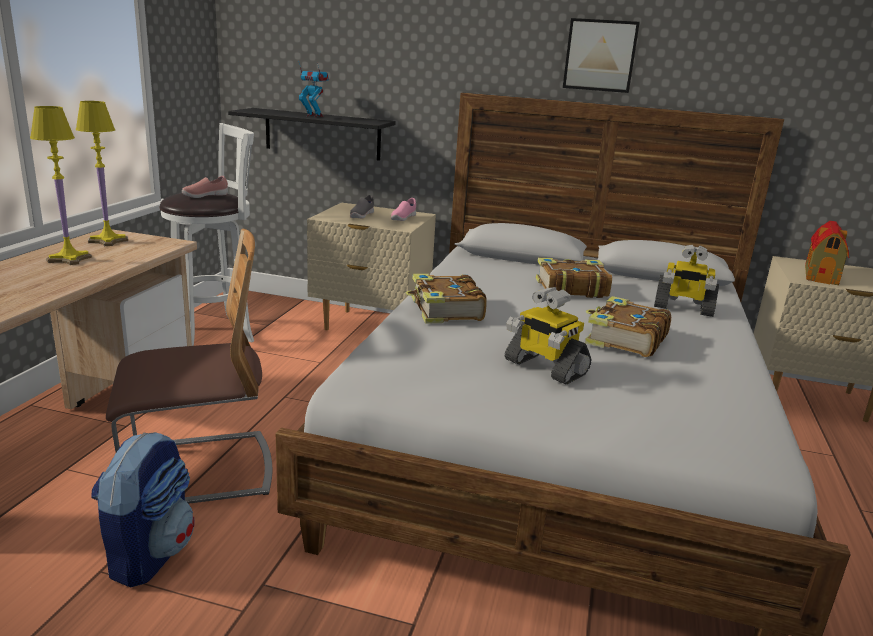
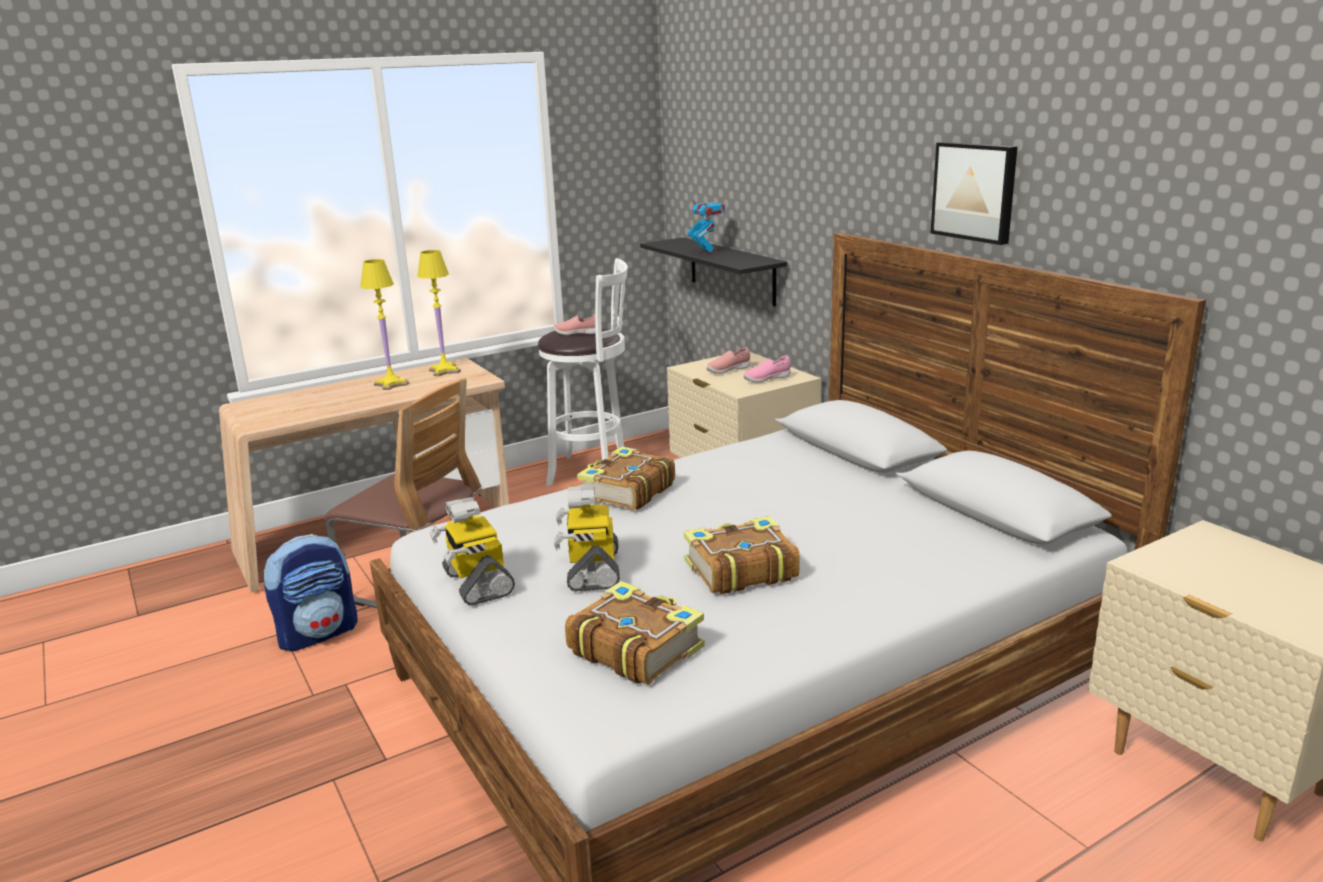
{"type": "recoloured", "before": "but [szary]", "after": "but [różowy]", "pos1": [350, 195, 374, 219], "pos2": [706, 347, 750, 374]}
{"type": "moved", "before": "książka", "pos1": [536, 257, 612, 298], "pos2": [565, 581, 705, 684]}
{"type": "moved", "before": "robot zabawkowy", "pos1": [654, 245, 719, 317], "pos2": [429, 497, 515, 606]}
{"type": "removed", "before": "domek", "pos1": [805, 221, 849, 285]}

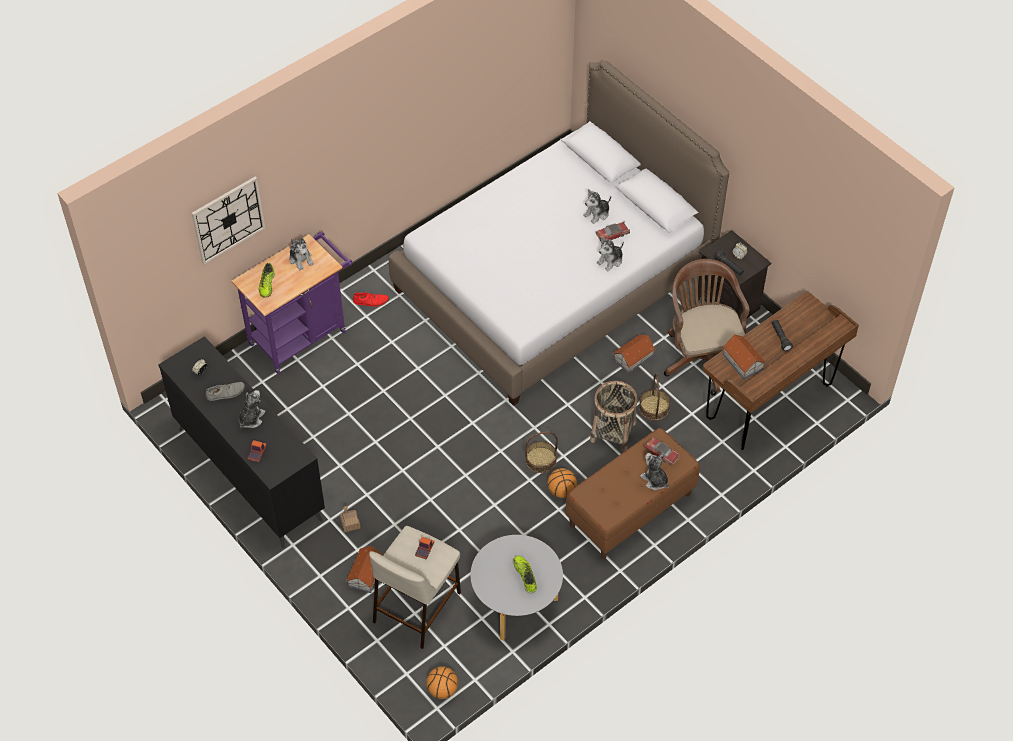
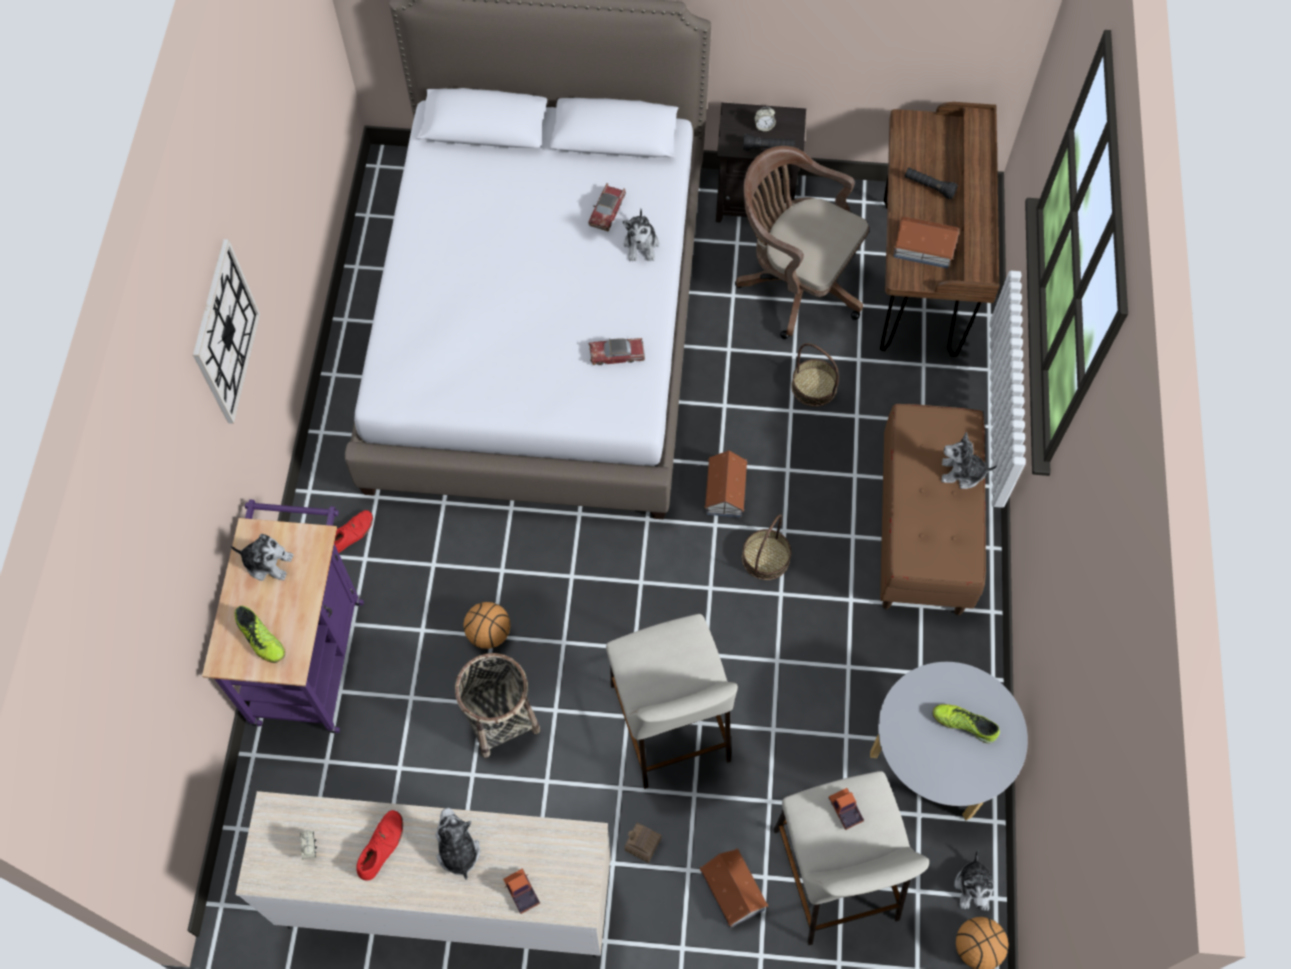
{"type": "recoloured", "before": "komoda [czarny]", "after": "komoda [beżowy]", "pos1": [158, 336, 325, 548], "pos2": [236, 791, 611, 958]}
{"type": "moved", "before": "zegar ścienny", "pos1": [192, 176, 265, 265], "pos2": [193, 239, 260, 424]}
{"type": "recoloured", "before": "but [szary]", "after": "but [czerwony]", "pos1": [206, 382, 245, 401], "pos2": [356, 810, 403, 881]}
{"type": "moved", "before": "piłka do koszykówki", "pos1": [547, 468, 577, 498], "pos2": [464, 602, 511, 649]}
{"type": "moved", "before": "pluszak", "pos1": [583, 189, 611, 224], "pos2": [954, 850, 994, 911]}
{"type": "moved", "before": "koszyk", "pos1": [590, 381, 638, 451], "pos2": [455, 653, 540, 758]}
{"type": "moved", "before": "domek", "pos1": [613, 335, 655, 373], "pos2": [704, 450, 748, 518]}
{"type": "moved", "before": "samochodzik", "pos1": [644, 436, 680, 466], "pos2": [589, 338, 645, 365]}
{"type": "added", "after": "stołek [beżowy]", "pos2": [606, 614, 738, 789]}

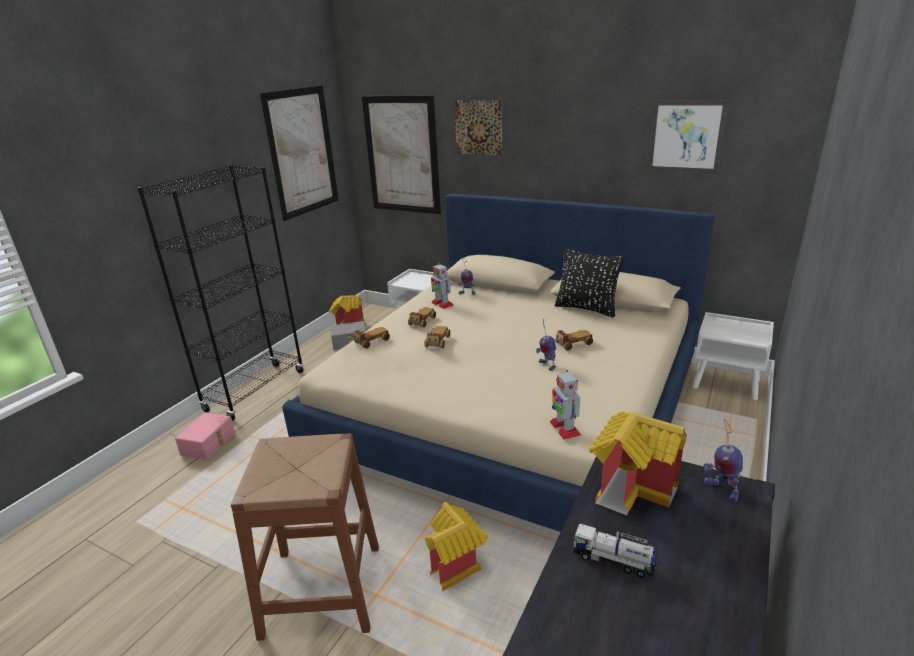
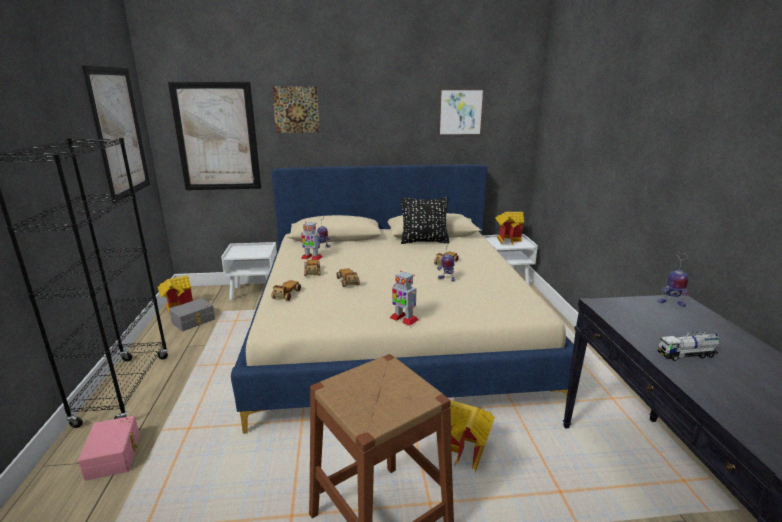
{"type": "moved", "before": "robot zabawkowy", "pos1": [550, 370, 581, 440], "pos2": [390, 270, 419, 326]}
{"type": "moved", "before": "domek", "pos1": [589, 412, 687, 515], "pos2": [495, 212, 524, 245]}

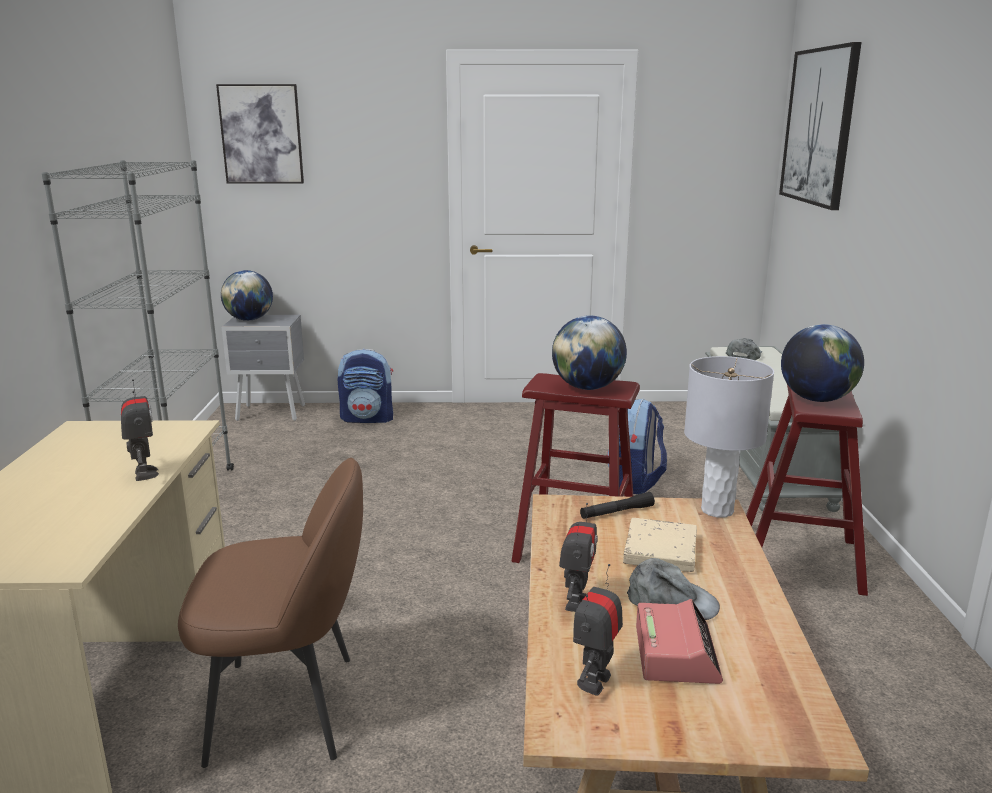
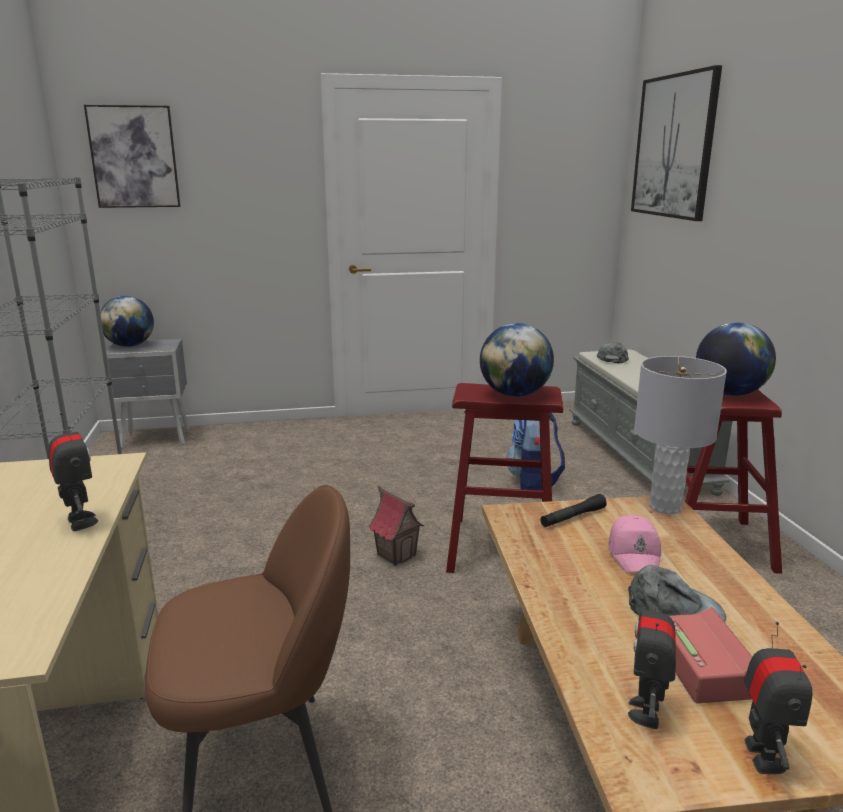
{"type": "removed", "before": "plecak", "pos1": [338, 349, 393, 423]}
{"type": "moved", "before": "robot zabawkowy", "pos1": [559, 503, 598, 612], "pos2": [744, 622, 813, 774]}
{"type": "replaced", "before": "książka [beżowy]", "after": "czapka z daszkiem [różowy]", "pos1": [623, 518, 697, 572], "pos2": [608, 515, 662, 572]}
{"type": "added", "after": "domek", "pos2": [368, 486, 424, 566]}

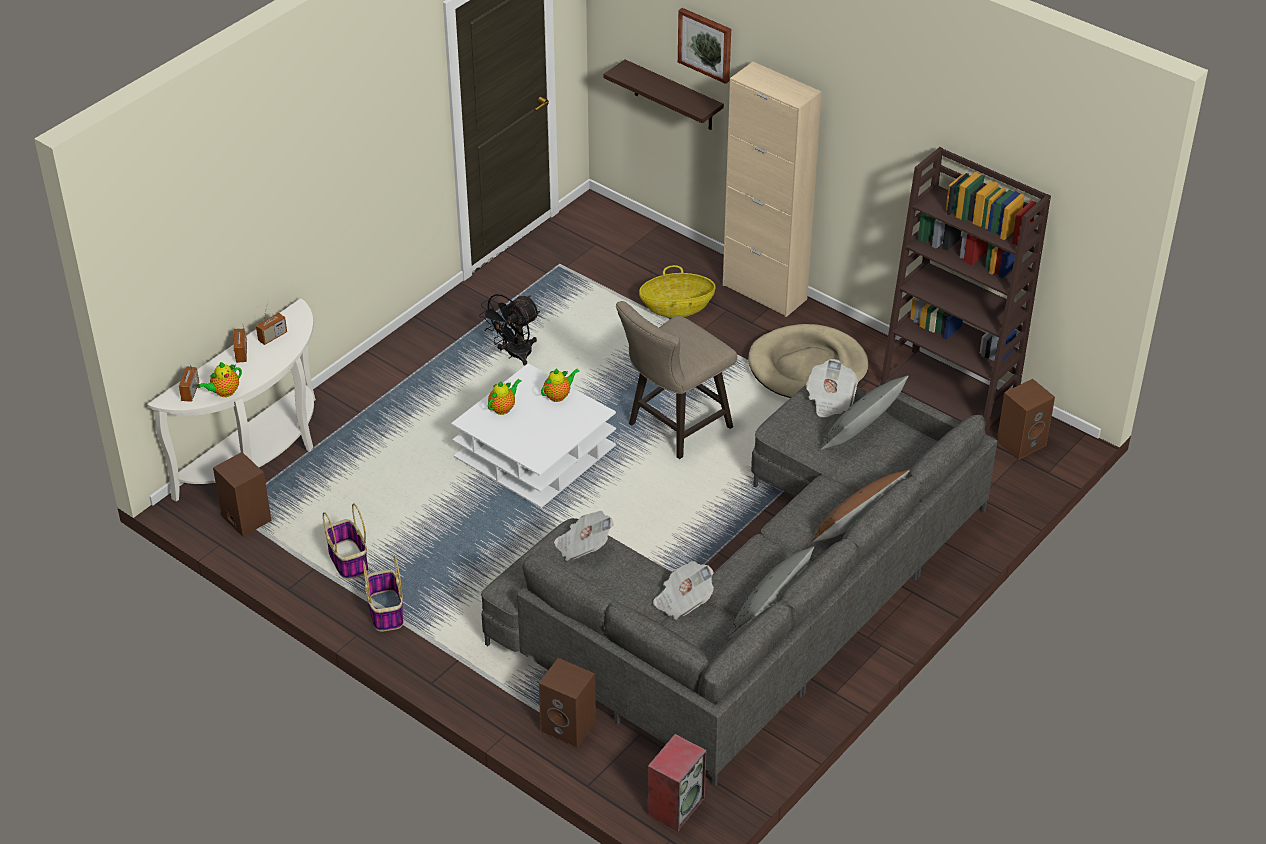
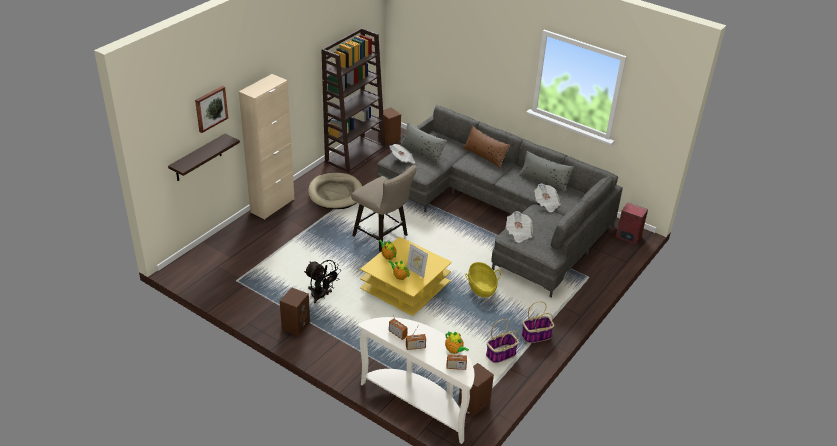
{"type": "recoloured", "before": "ława [biały]", "after": "ława [żółty]", "pos1": [451, 363, 616, 508], "pos2": [360, 237, 452, 316]}
{"type": "moved", "before": "głośnik [brązowy]", "pos1": [539, 658, 596, 748], "pos2": [280, 288, 310, 336]}
{"type": "moved", "before": "koszyk", "pos1": [639, 265, 716, 318], "pos2": [465, 262, 501, 298]}
{"type": "added", "after": "ramka na zdjęcie", "pos2": [407, 244, 428, 278]}

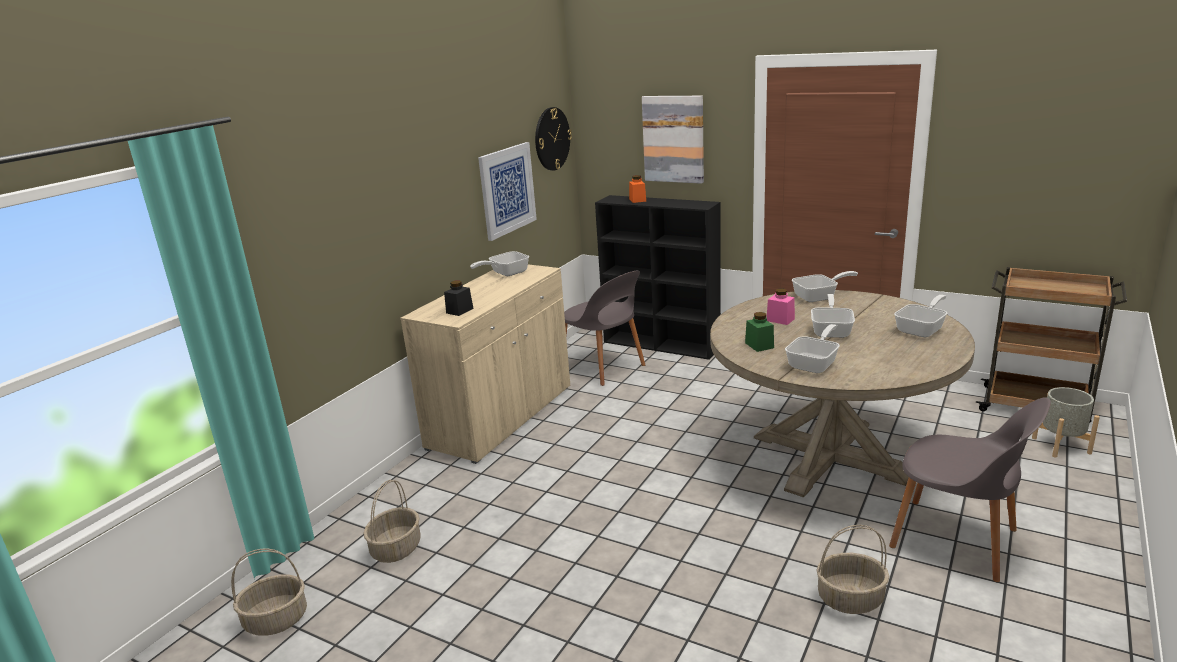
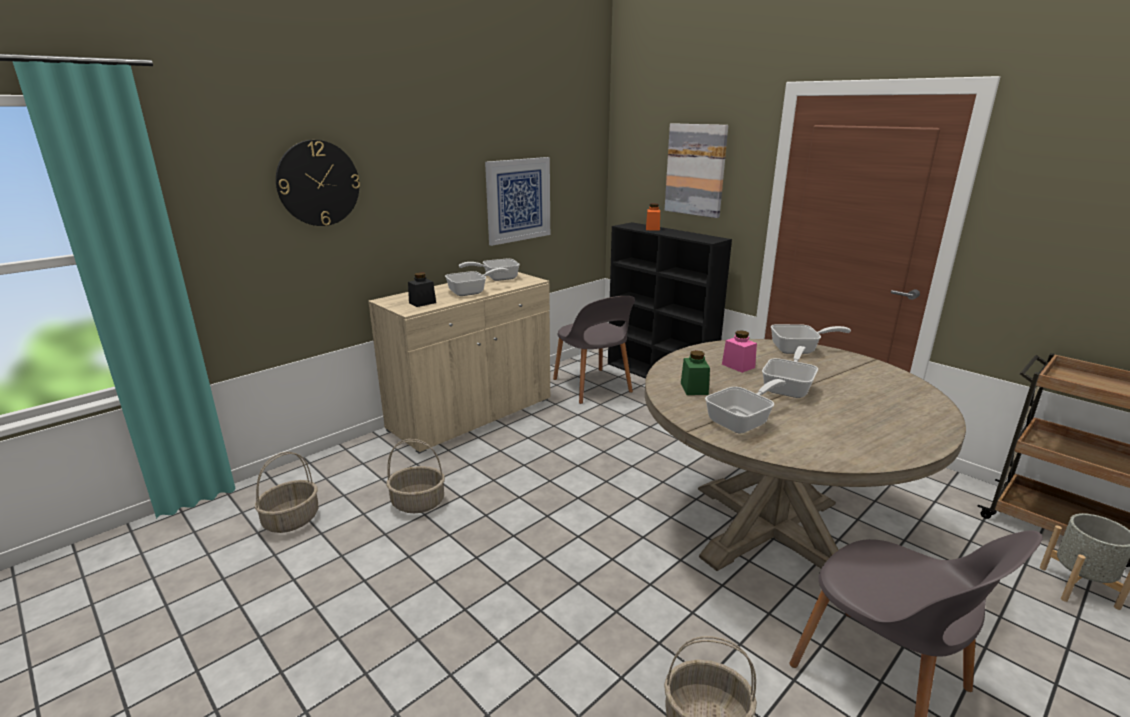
{"type": "moved", "before": "koszyk", "pos1": [231, 549, 307, 636], "pos2": [386, 439, 445, 513]}
{"type": "moved", "before": "zegar ścienny", "pos1": [535, 107, 572, 171], "pos2": [276, 140, 360, 226]}
{"type": "moved", "before": "patelnia", "pos1": [894, 295, 947, 337], "pos2": [445, 268, 509, 296]}

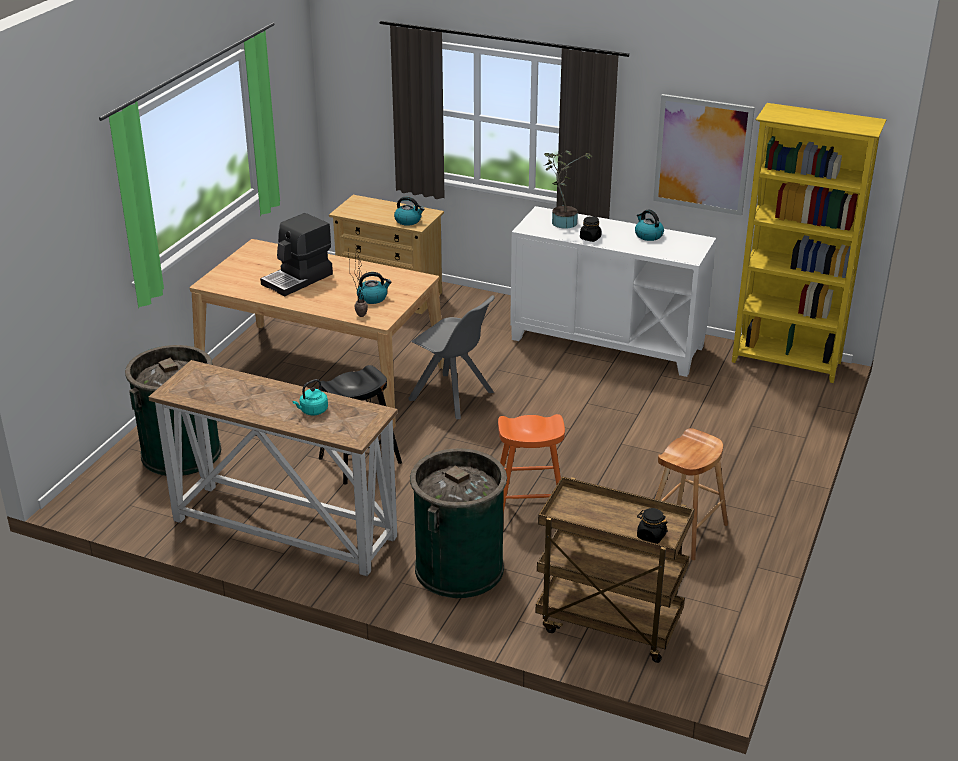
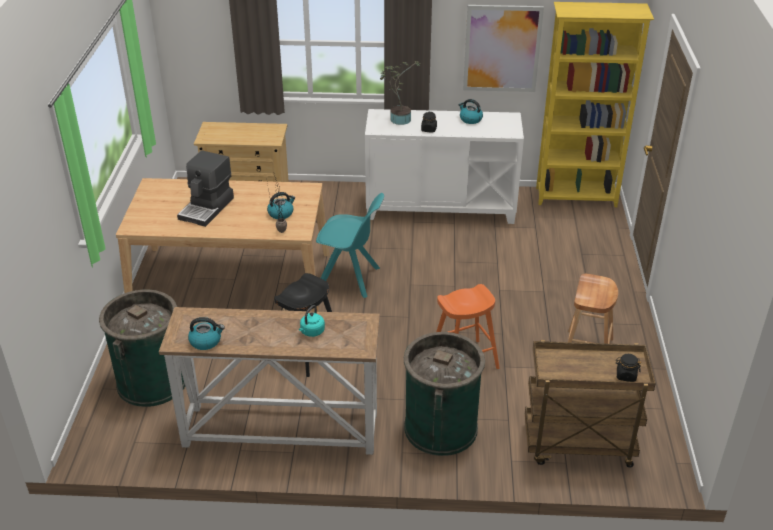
{"type": "moved", "before": "czajnik", "pos1": [394, 197, 425, 226], "pos2": [188, 317, 225, 350]}
{"type": "recoloured", "before": "krzesło [szary]", "after": "krzesło [turkusowy]", "pos1": [408, 295, 495, 419], "pos2": [316, 193, 384, 298]}

